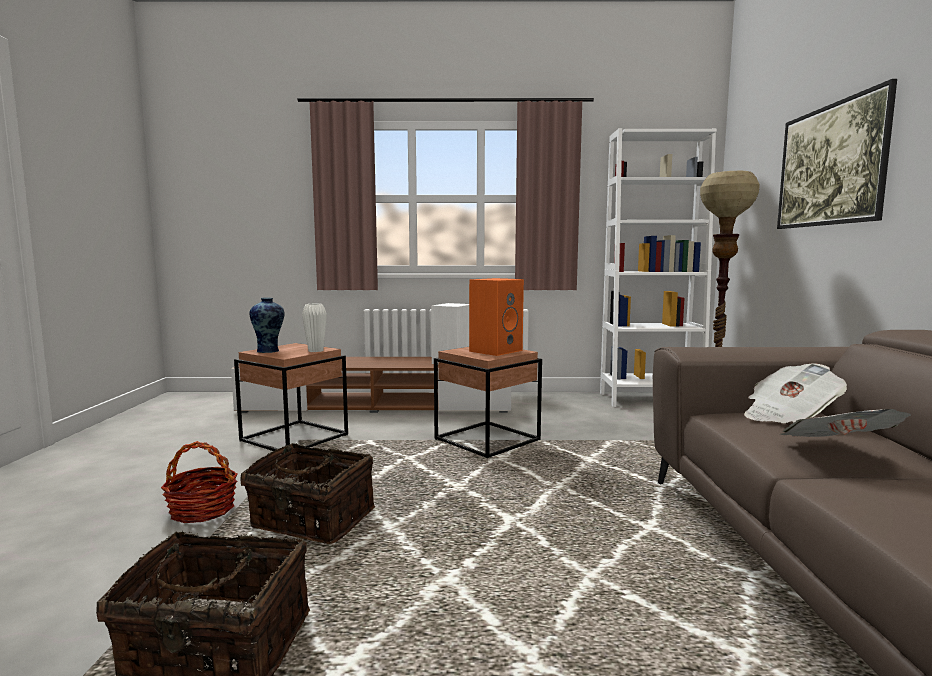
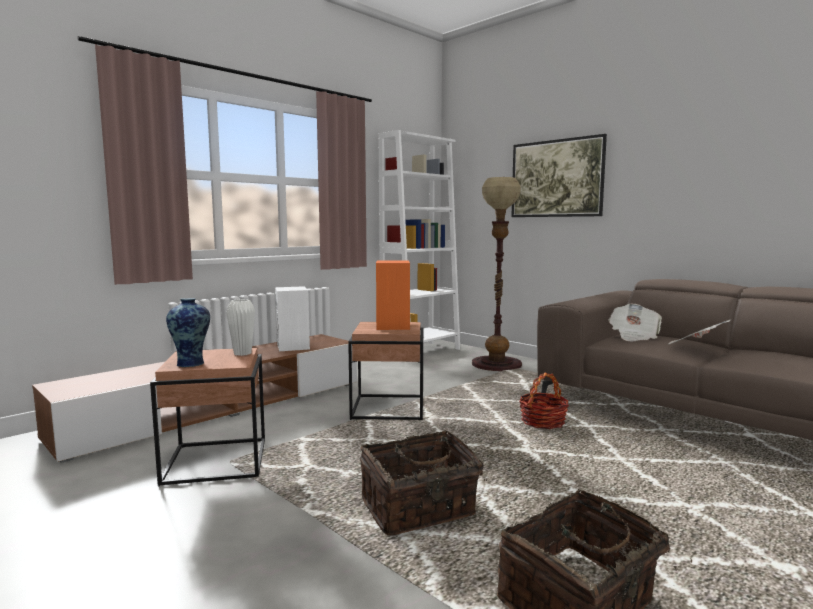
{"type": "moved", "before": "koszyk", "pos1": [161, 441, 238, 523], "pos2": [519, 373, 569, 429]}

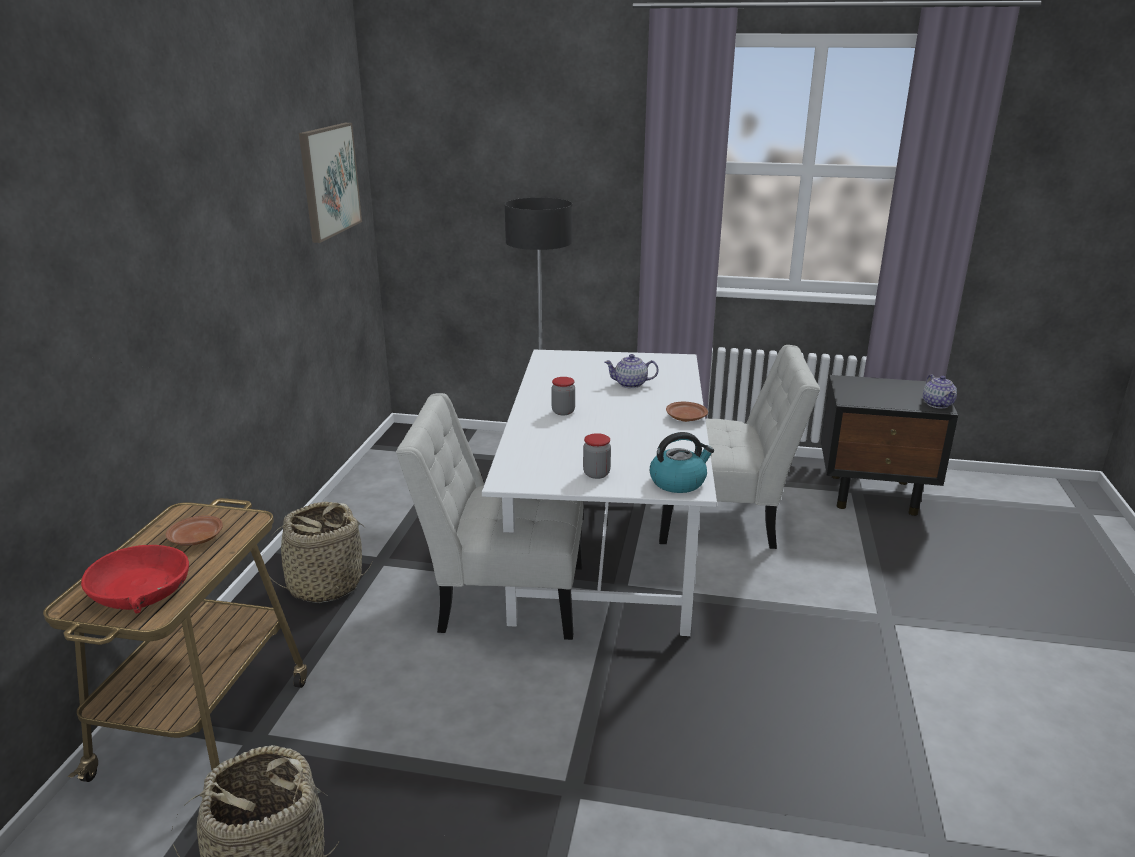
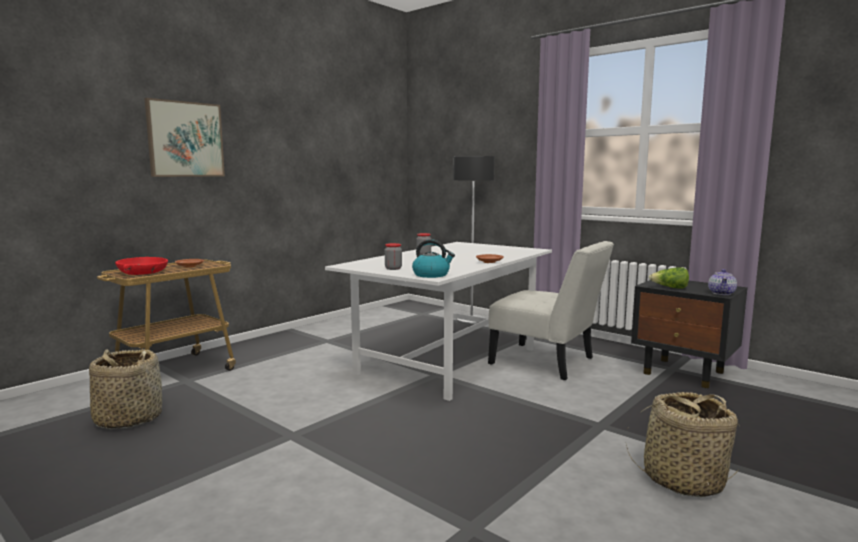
{"type": "moved", "before": "koszyk", "pos1": [269, 502, 372, 603], "pos2": [626, 392, 740, 497]}
{"type": "moved", "before": "obraz", "pos1": [299, 123, 362, 243], "pos2": [145, 98, 225, 177]}
{"type": "removed", "before": "krzesło [biały]", "pos1": [396, 393, 584, 640]}
{"type": "removed", "before": "imbryk", "pos1": [605, 354, 659, 389]}
{"type": "added", "after": "sałata", "pos2": [649, 267, 689, 289]}

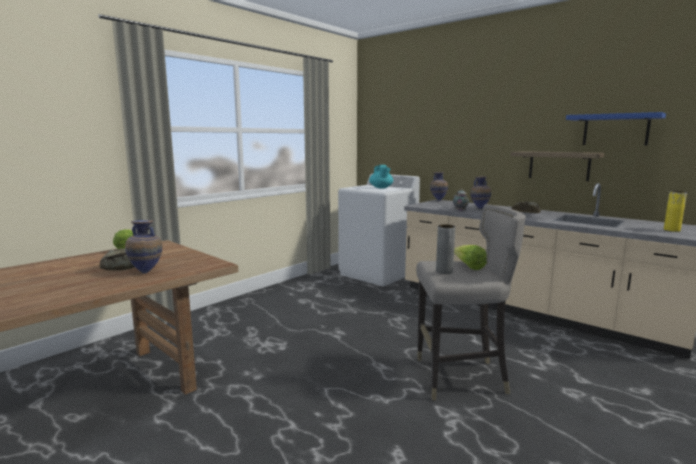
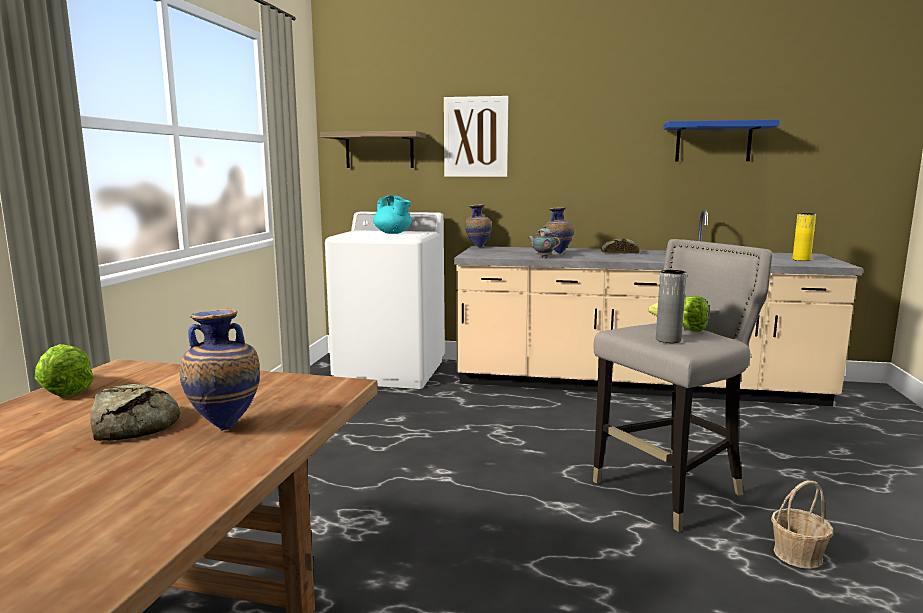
{"type": "moved", "before": "półka", "pos1": [511, 151, 604, 181], "pos2": [319, 131, 426, 168]}
{"type": "added", "after": "obraz", "pos2": [444, 96, 508, 177]}
{"type": "added", "after": "koszyk", "pos2": [771, 481, 833, 569]}

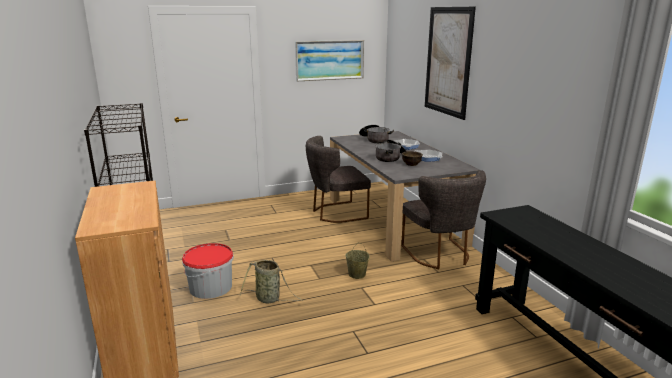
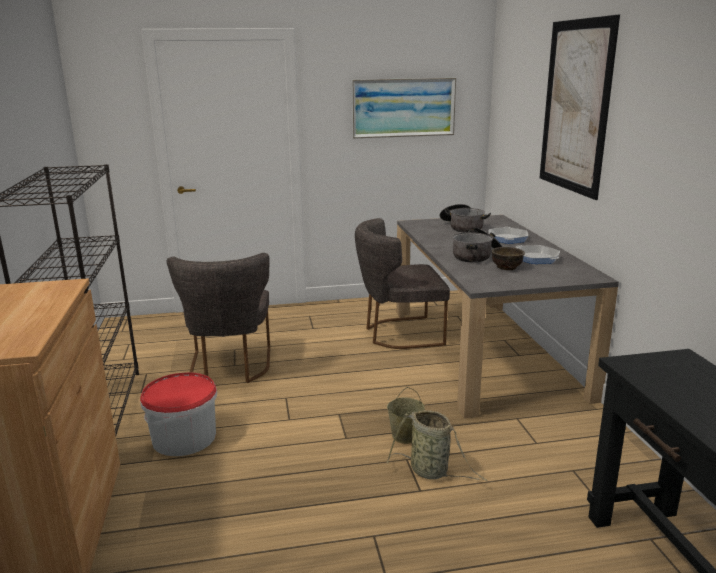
{"type": "moved", "before": "koszyk", "pos1": [240, 260, 303, 303], "pos2": [387, 410, 488, 481]}
{"type": "moved", "before": "krzesło [szary]", "pos1": [401, 170, 486, 269], "pos2": [167, 253, 270, 383]}

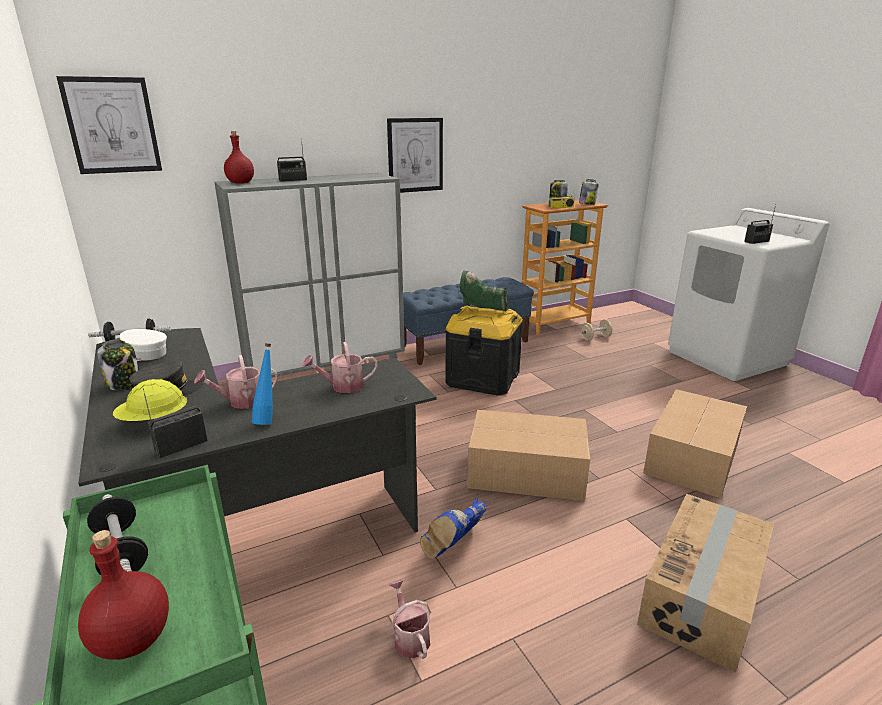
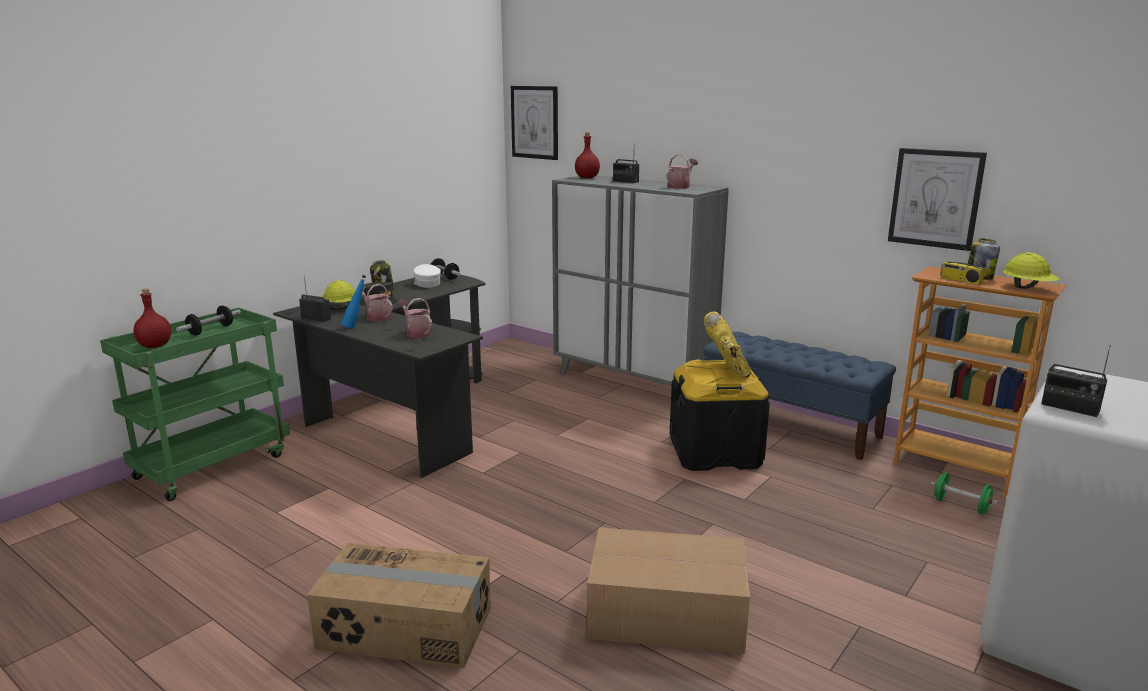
{"type": "moved", "before": "obraz", "pos1": [387, 118, 443, 193], "pos2": [888, 148, 987, 251]}
{"type": "moved", "before": "konewka", "pos1": [389, 579, 431, 659], "pos2": [666, 154, 698, 189]}
{"type": "removed", "before": "but z cholewką [niebieski]", "pos1": [420, 497, 487, 559]}
{"type": "recoloured", "before": "but z cholewką [zielony]", "after": "but z cholewką [żółty]", "pos1": [460, 271, 508, 311], "pos2": [704, 311, 751, 378]}
{"type": "removed", "before": "karton", "pos1": [467, 409, 590, 501]}
{"type": "replaced", "before": "słoik", "after": "kask [żółty]", "pos1": [579, 179, 599, 205], "pos2": [1003, 252, 1060, 289]}
{"type": "recoloured", "before": "hantel [beżowy]", "after": "hantel [zielony]", "pos1": [581, 319, 612, 340], "pos2": [930, 472, 998, 514]}

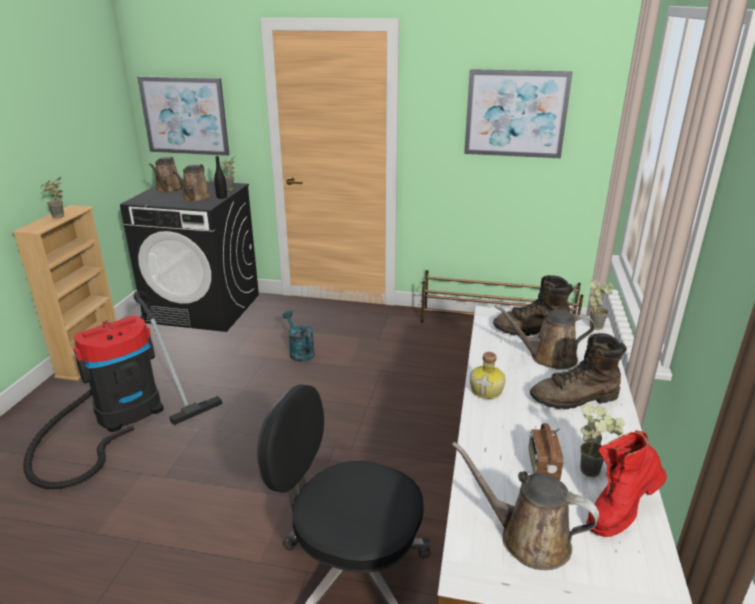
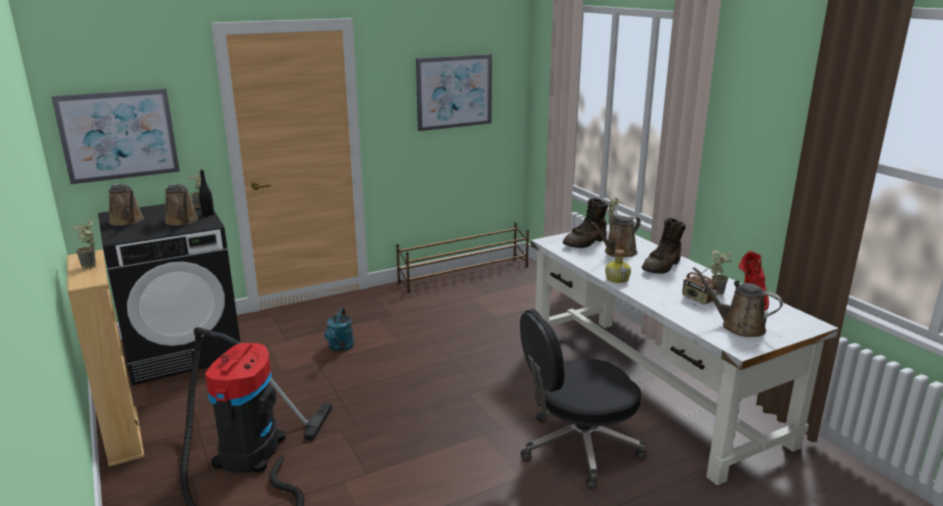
{"type": "turned", "before": "konewka [turkusowy]", "pos1": [282, 311, 315, 362], "pos2": [324, 308, 354, 352], "turn": -105}
{"type": "turned", "before": "konewka [brązowy]", "pos1": [452, 442, 599, 570], "pos2": [692, 267, 783, 337], "turn": 45}

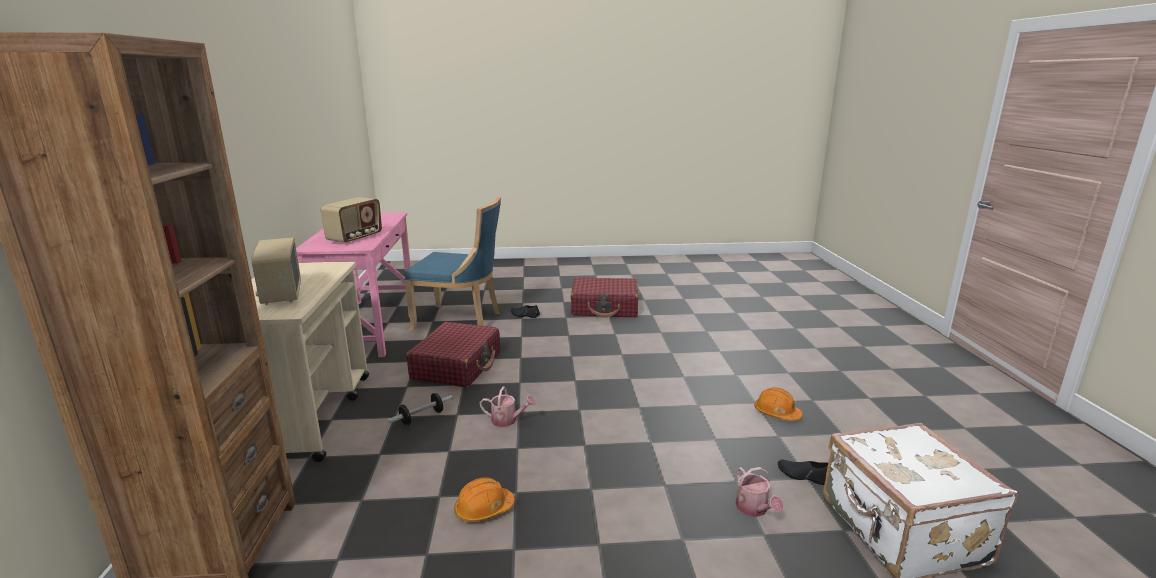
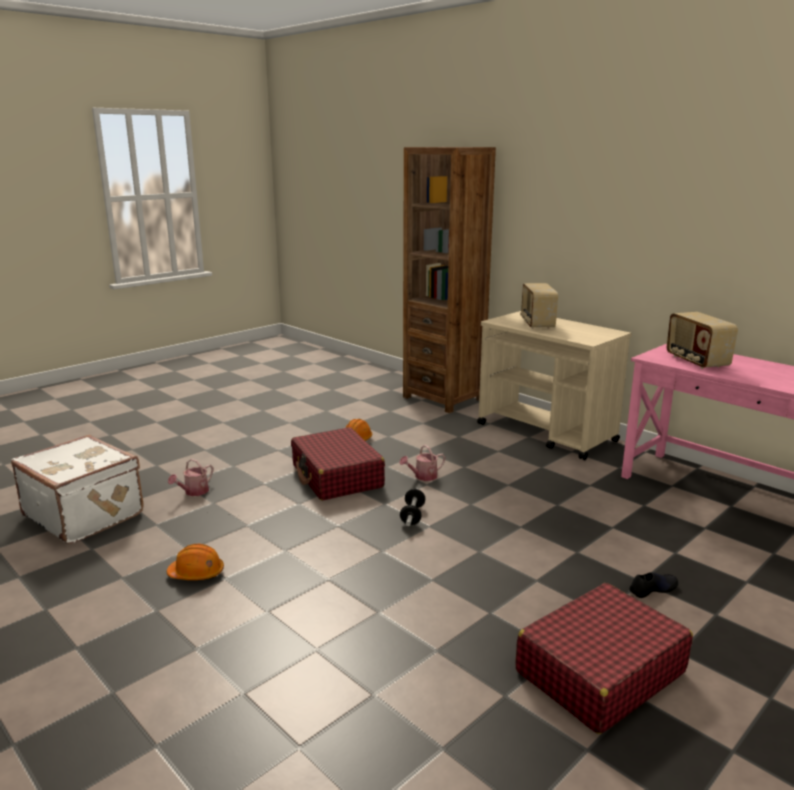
{"type": "turned", "before": "radio", "pos1": [251, 237, 301, 305], "pos2": [520, 283, 558, 329], "turn": -120}
{"type": "moved", "before": "hantel", "pos1": [388, 393, 453, 425], "pos2": [400, 489, 426, 526]}
{"type": "removed", "before": "krzesło [niebieski]", "pos1": [405, 196, 501, 331]}
{"type": "moved", "before": "walizka [czerwony]", "pos1": [406, 322, 500, 388], "pos2": [291, 427, 385, 501]}
{"type": "turned", "before": "konewka", "pos1": [735, 467, 783, 517], "pos2": [168, 459, 213, 496], "turn": -90}
{"type": "removed", "before": "but [czarny]", "pos1": [778, 460, 828, 485]}

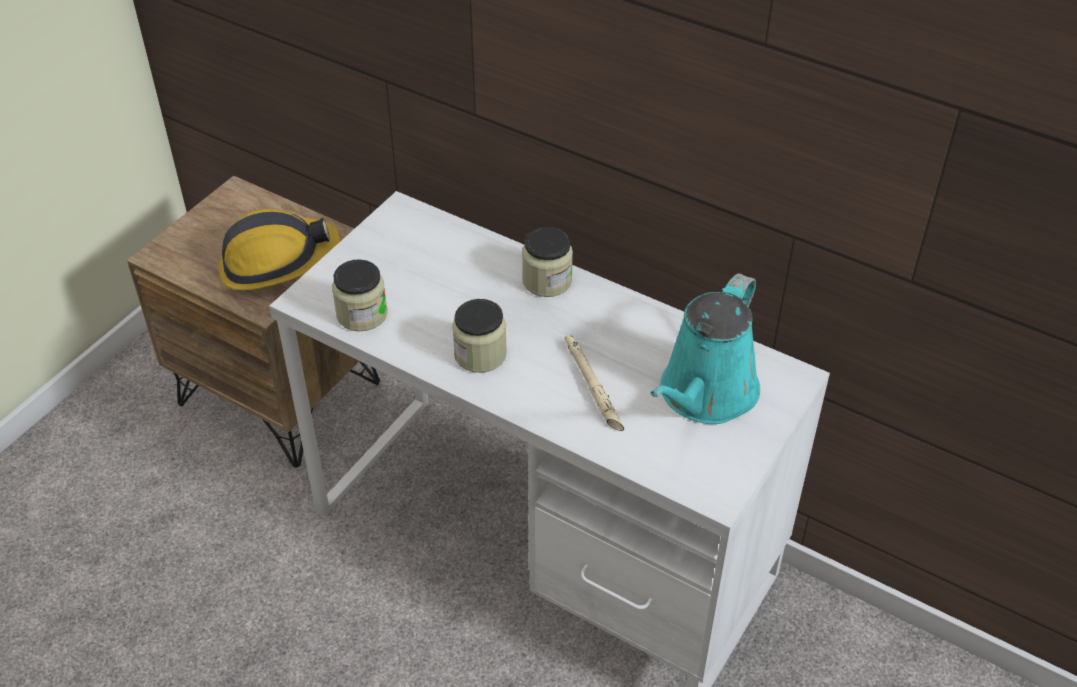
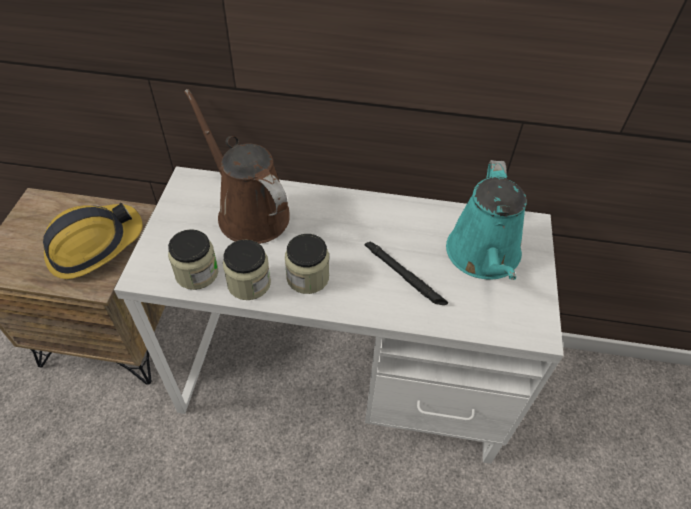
{"type": "moved", "before": "słoik", "pos1": [522, 227, 573, 297], "pos2": [223, 240, 271, 300]}
{"type": "recoloured", "before": "latarka [beżowy]", "after": "latarka [czarny]", "pos1": [564, 336, 624, 431], "pos2": [365, 242, 448, 305]}
{"type": "added", "after": "konewka [brązowy]", "pos2": [184, 89, 290, 244]}

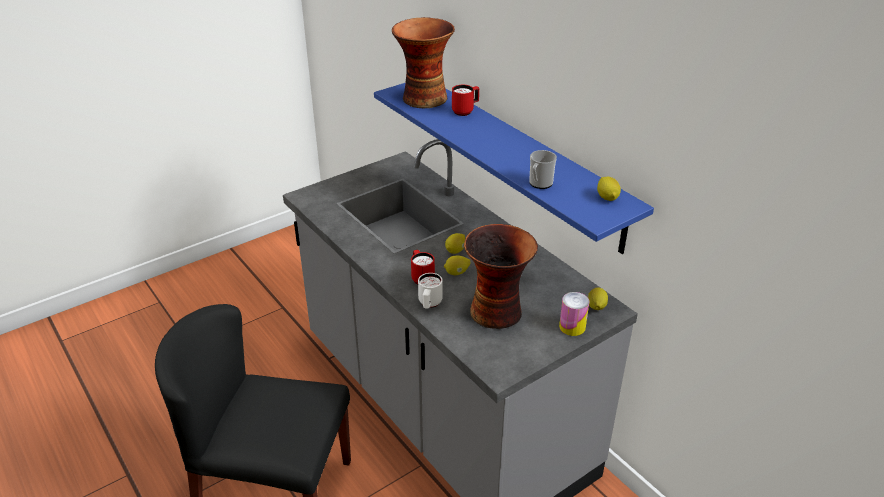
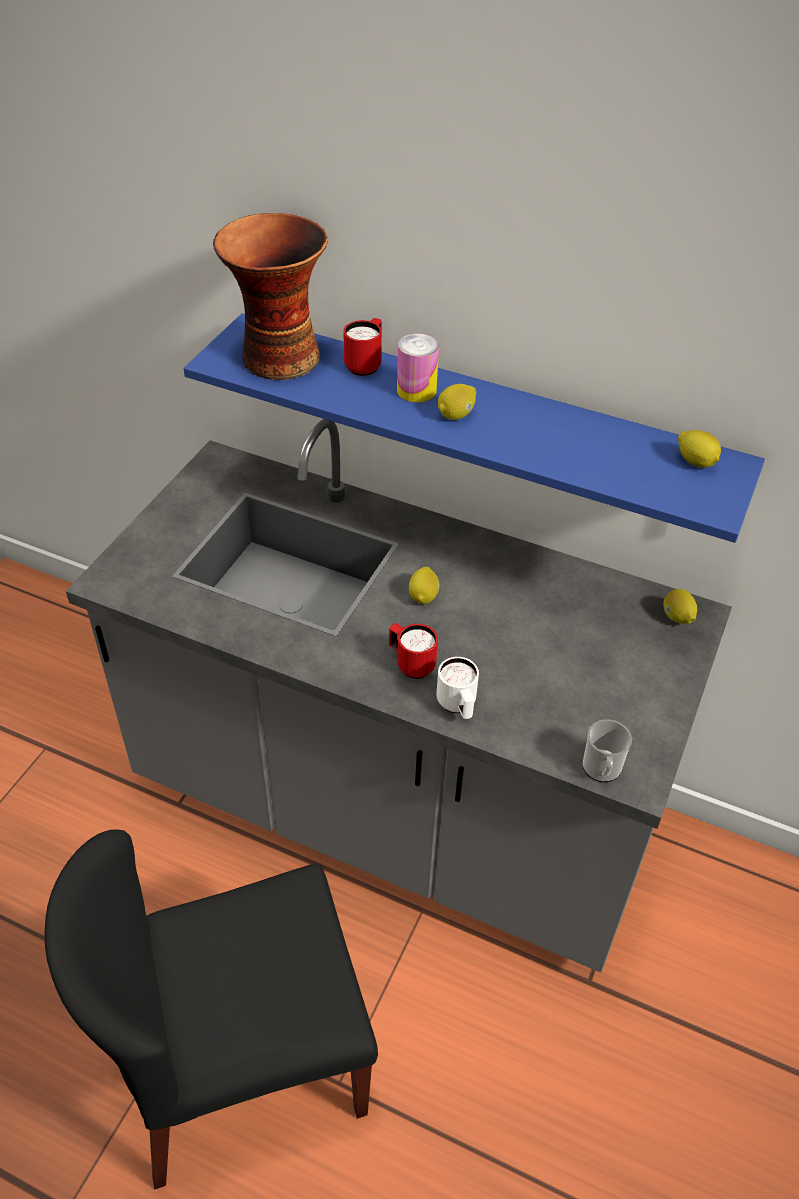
{"type": "moved", "before": "cytryna", "pos1": [444, 255, 471, 275], "pos2": [438, 384, 476, 420]}
{"type": "removed", "before": "wazon", "pos1": [464, 224, 538, 329]}
{"type": "moved", "before": "kubek", "pos1": [529, 150, 557, 189], "pos2": [583, 719, 632, 782]}
{"type": "moved", "before": "puszka", "pos1": [559, 292, 589, 336], "pos2": [397, 334, 439, 403]}

